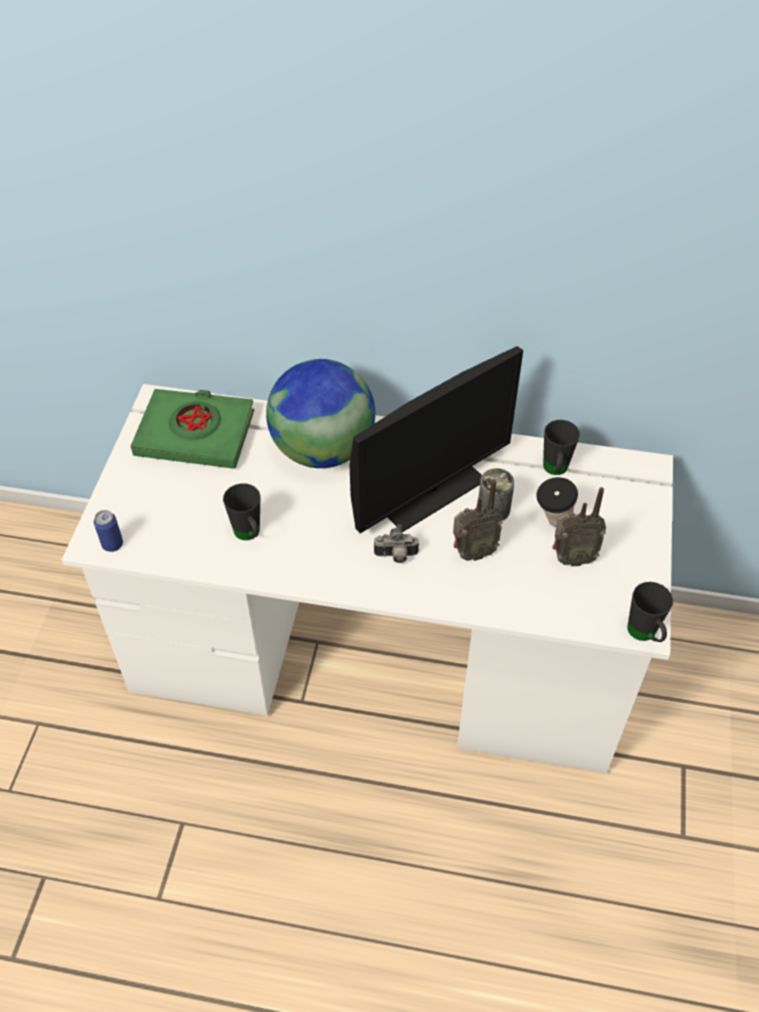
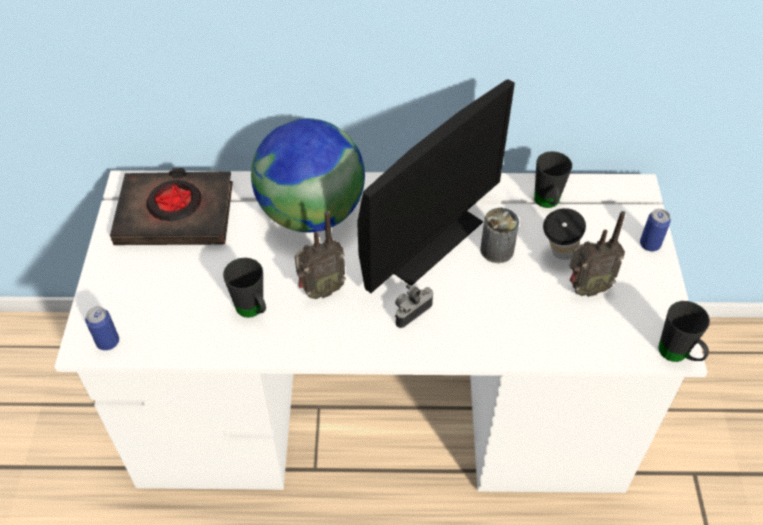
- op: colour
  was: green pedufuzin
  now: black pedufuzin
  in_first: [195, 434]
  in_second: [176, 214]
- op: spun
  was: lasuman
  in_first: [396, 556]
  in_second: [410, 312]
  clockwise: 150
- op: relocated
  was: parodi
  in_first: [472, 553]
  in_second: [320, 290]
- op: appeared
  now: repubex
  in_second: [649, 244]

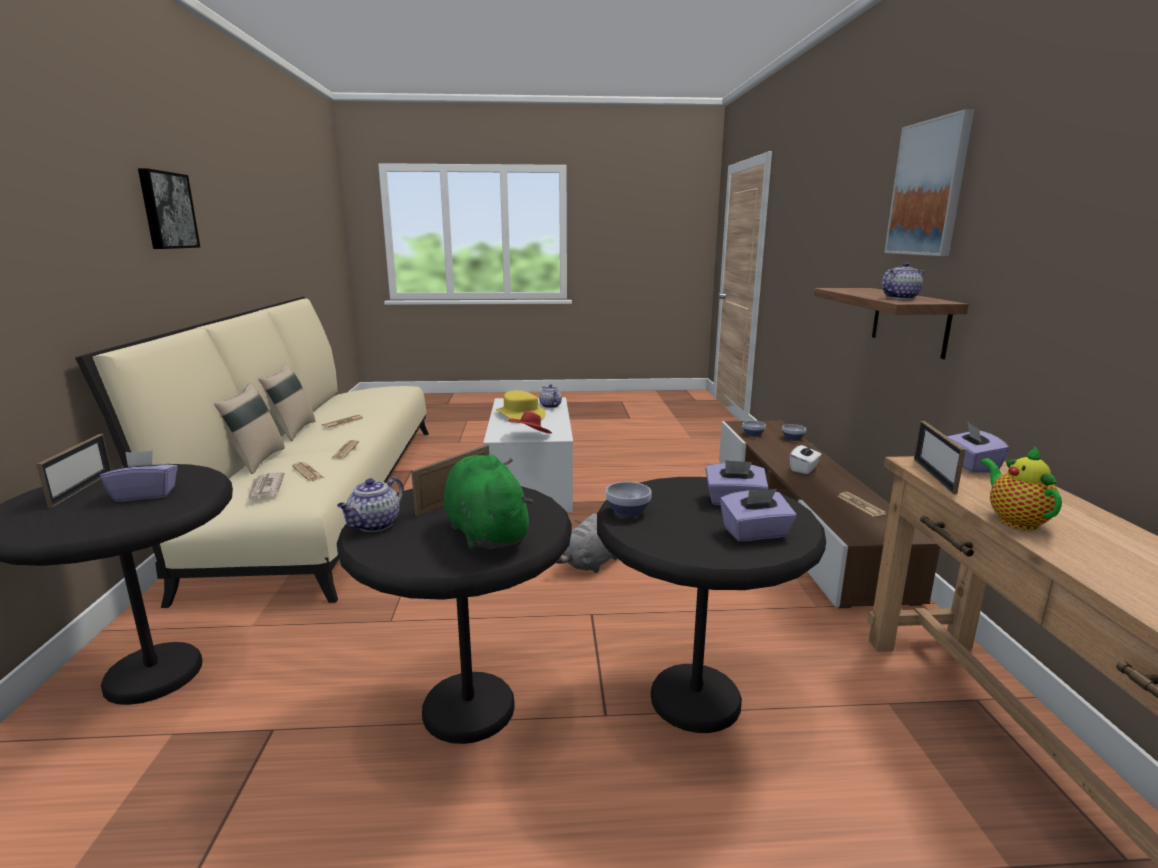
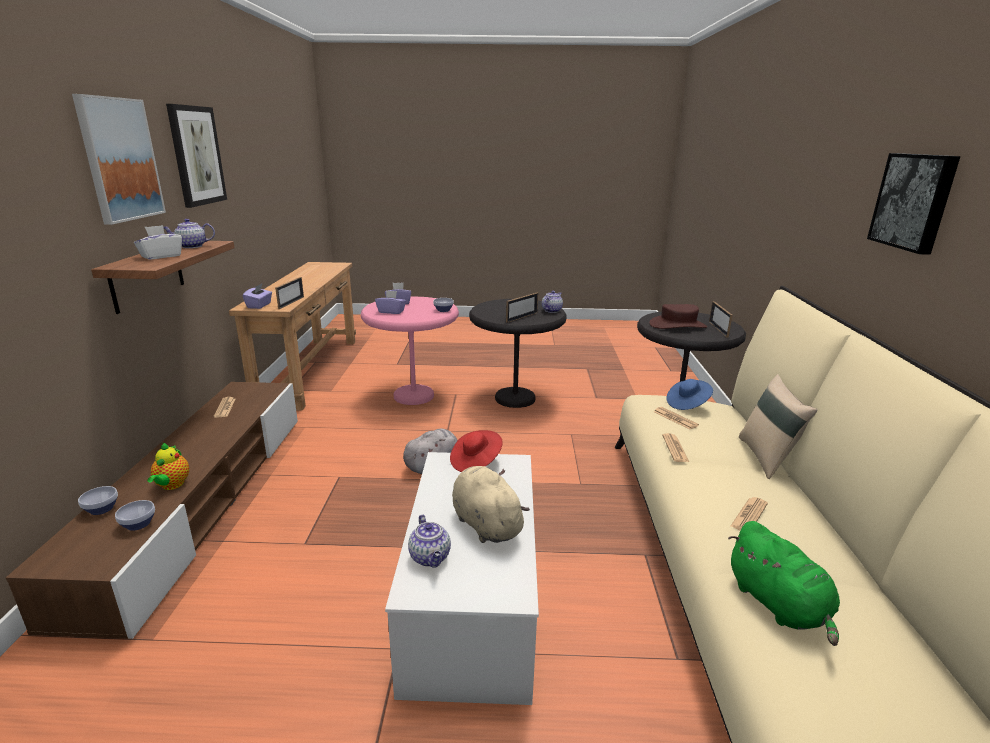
- op: exchanged
  was: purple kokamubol
  now: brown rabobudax
  in_first: [145, 494]
  in_second: [677, 325]
- op: exchanged
  was: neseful
  now: blue rabobudax
  in_first: [265, 488]
  in_second: [687, 404]
- op: missing
  was: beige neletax
  in_first: [291, 431]
- op: relocated
  was: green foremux
  in_first: [485, 532]
  in_second: [779, 605]
- op: exchanged
  was: yellow rabobudax
  now: beige foremux
  in_first: [521, 415]
  in_second: [485, 523]
- op: colour
  was: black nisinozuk
  now: pink nisinozuk
  in_first: [695, 699]
  in_second: [413, 396]
- op: relocated
  was: white kokamubol
  in_first: [804, 469]
  in_second: [161, 256]
- op: relocated
  was: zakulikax
  in_first: [1014, 520]
  in_second: [172, 485]
- op: appeared
  now: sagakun
  in_second: [196, 156]

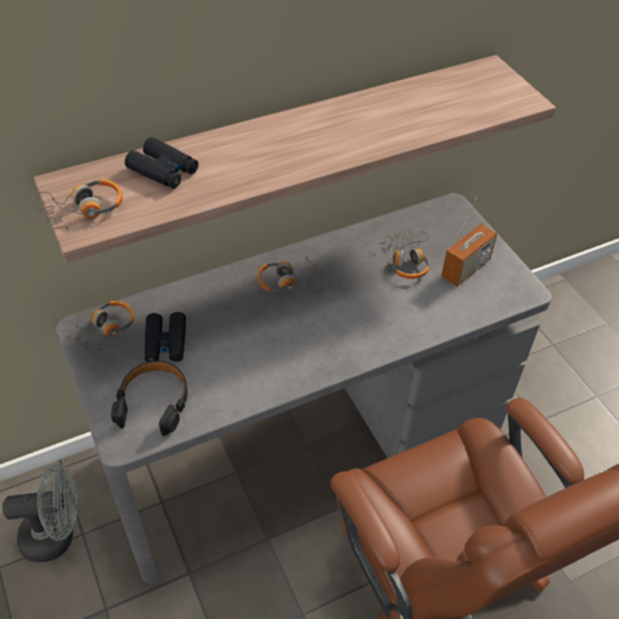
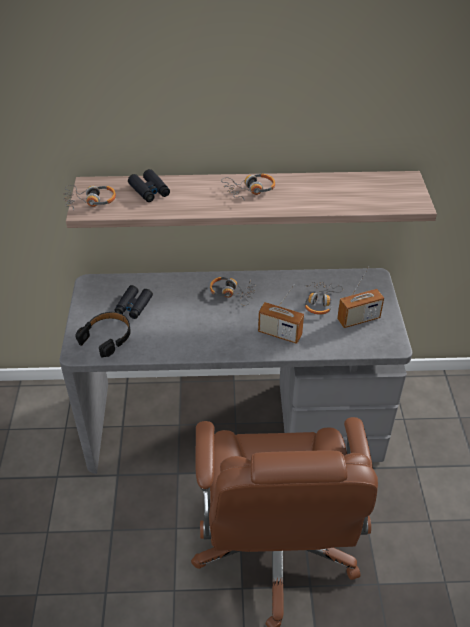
- op: missing
  was: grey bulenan
  in_first: [56, 535]
- op: relocated
  was: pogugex
  in_first: [102, 330]
  in_second: [249, 190]
- op: appeared
  now: parodi
  in_second: [280, 333]

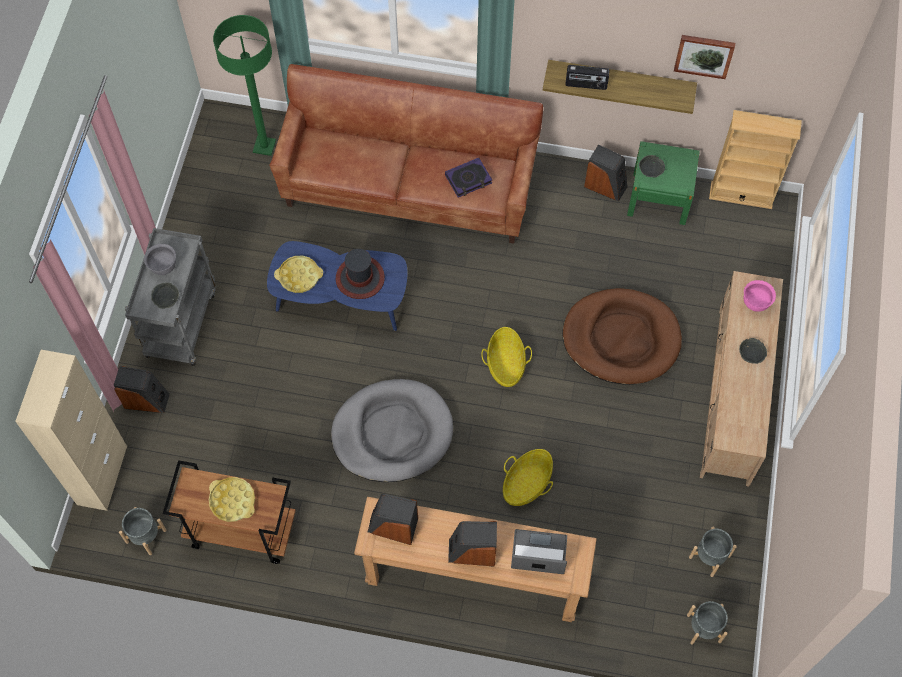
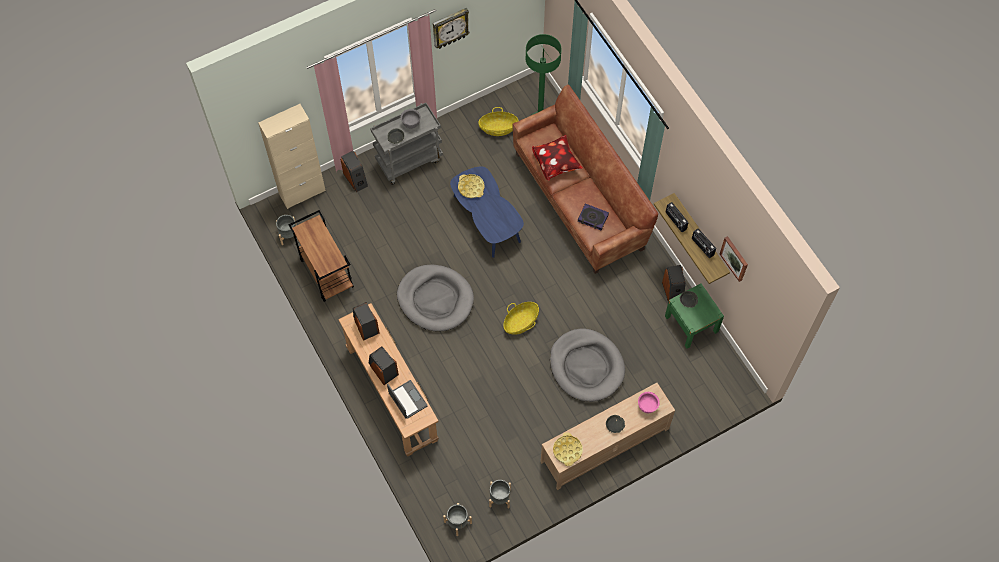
- op: relocated
  was: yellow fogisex
  in_first: [232, 501]
  in_second: [567, 450]
- op: missing
  was: rabobudax
  in_first: [360, 278]
- op: relocated
  was: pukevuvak
  in_first: [527, 483]
  in_second: [498, 128]
- op: colour
  was: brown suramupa
  now: grey suramupa
  in_first: [621, 339]
  in_second: [586, 366]
- op: missing
  was: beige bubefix
  in_first: [741, 195]
- op: appeared
  now: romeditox
  in_second: [450, 28]
- op: appeared
  now: neletax
  in_second: [556, 163]
- op: appeared
  now: parodi
  in_second: [702, 247]

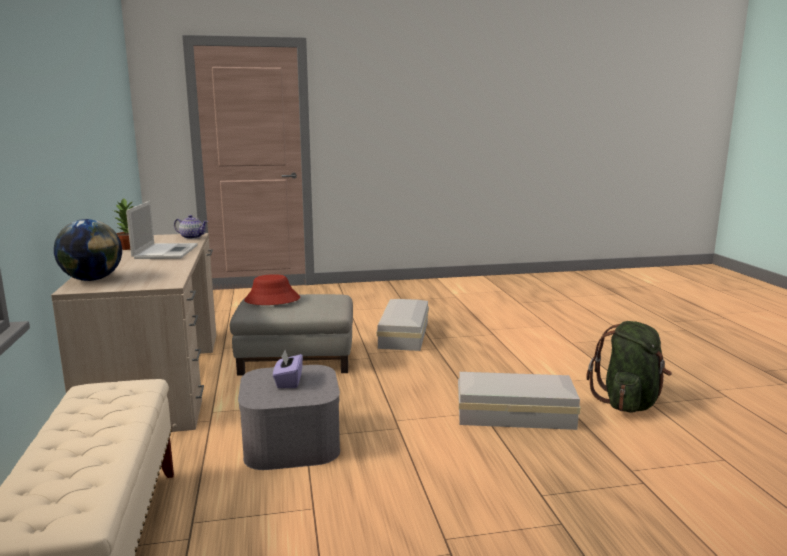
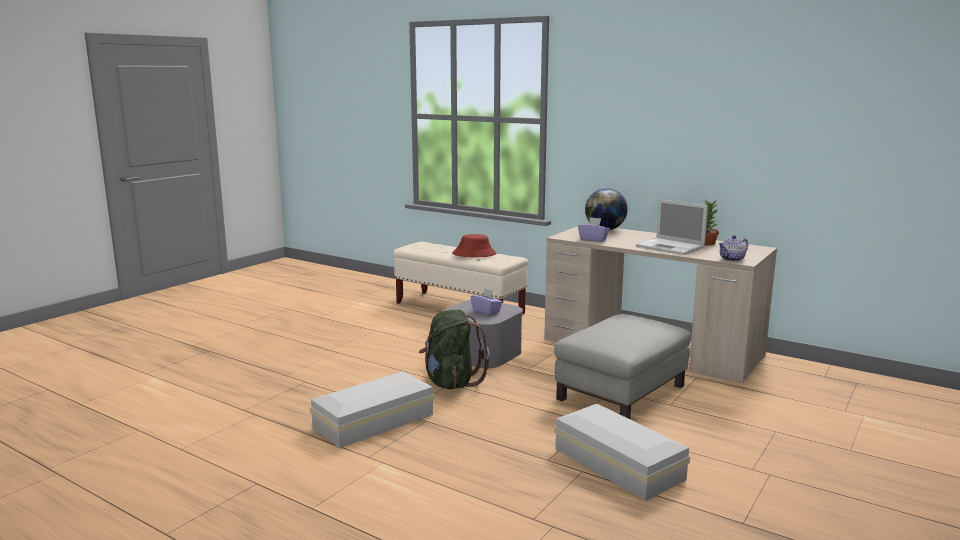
- op: relocated
  was: red rabobudax
  in_first: [272, 300]
  in_second: [474, 254]
- op: relocated
  was: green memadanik
  in_first: [628, 403]
  in_second: [451, 383]
- op: appeared
  now: purple kokamubol
  in_second: [593, 239]

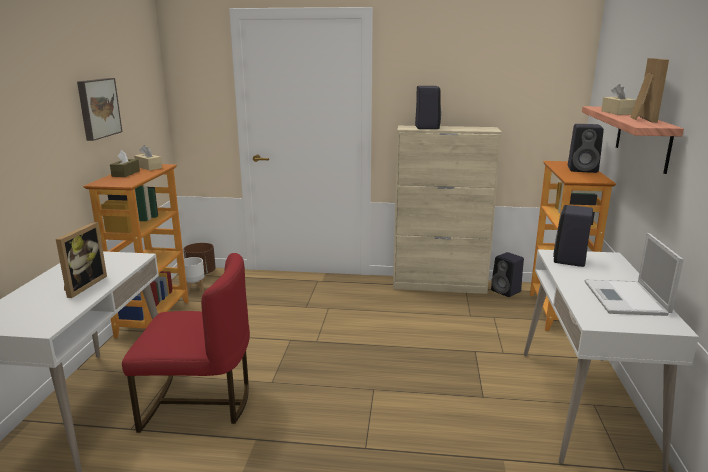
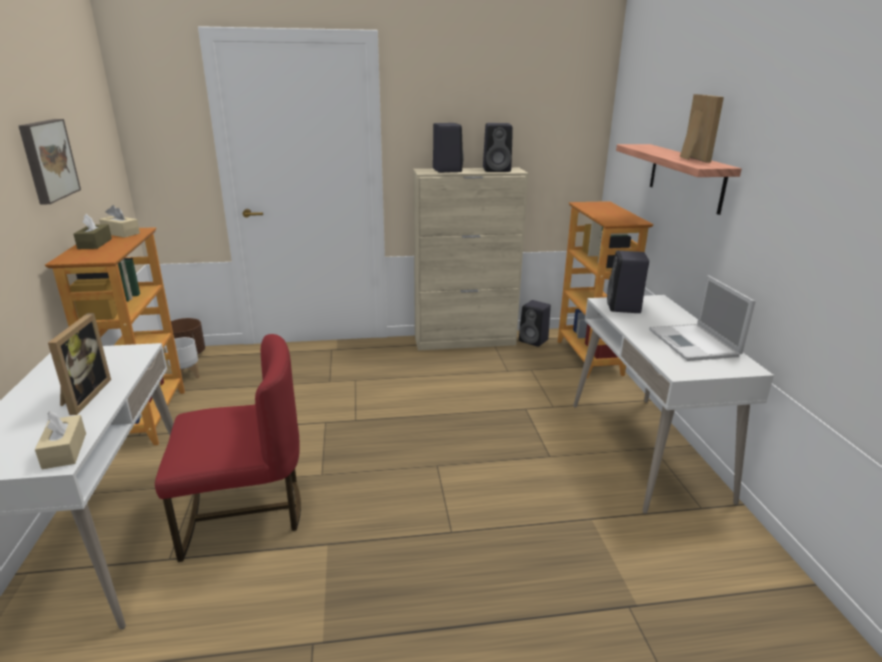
- op: relocated
  was: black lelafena
  in_first: [583, 169]
  in_second: [497, 170]
- op: relocated
  was: beige kokamubol
  in_first: [617, 112]
  in_second: [64, 451]

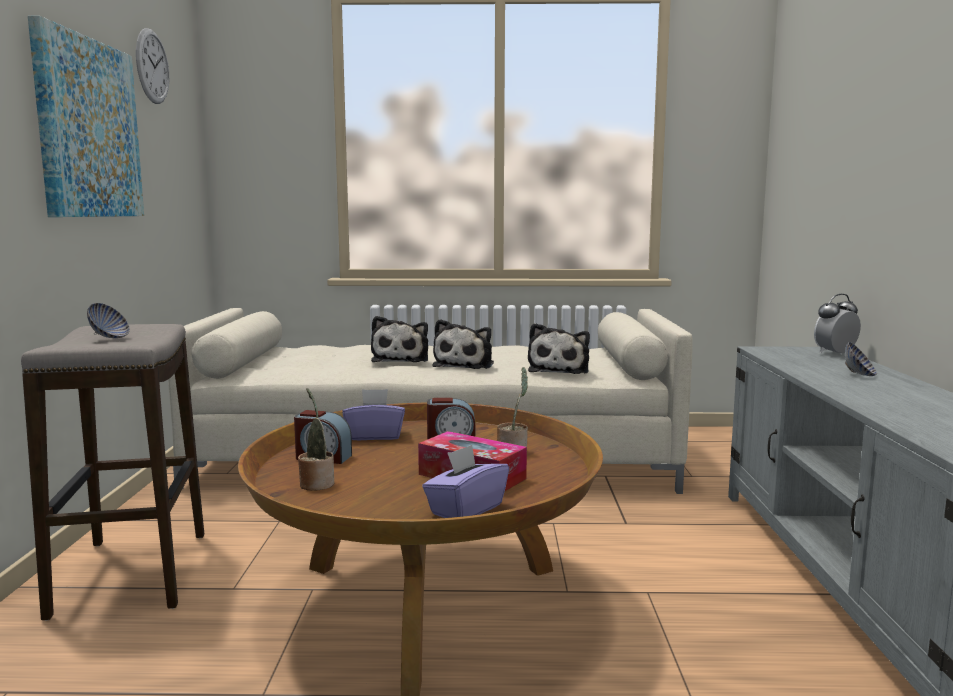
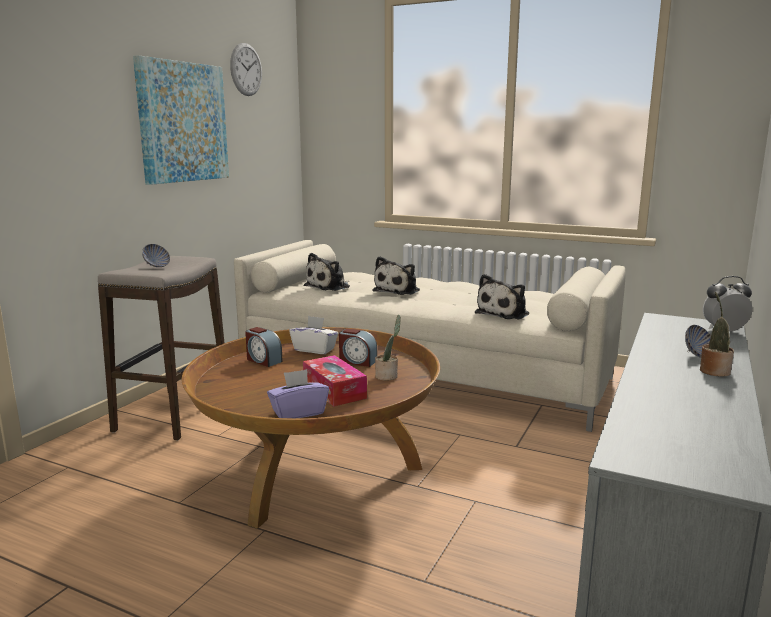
- op: relocated
  was: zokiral
  in_first: [316, 483]
  in_second: [713, 370]
- op: colour
  was: purple kokamubol
  now: white kokamubol
  in_first: [375, 436]
  in_second: [314, 349]
- op: relocated
  was: foremux
  in_first: [465, 365]
  in_second: [329, 286]

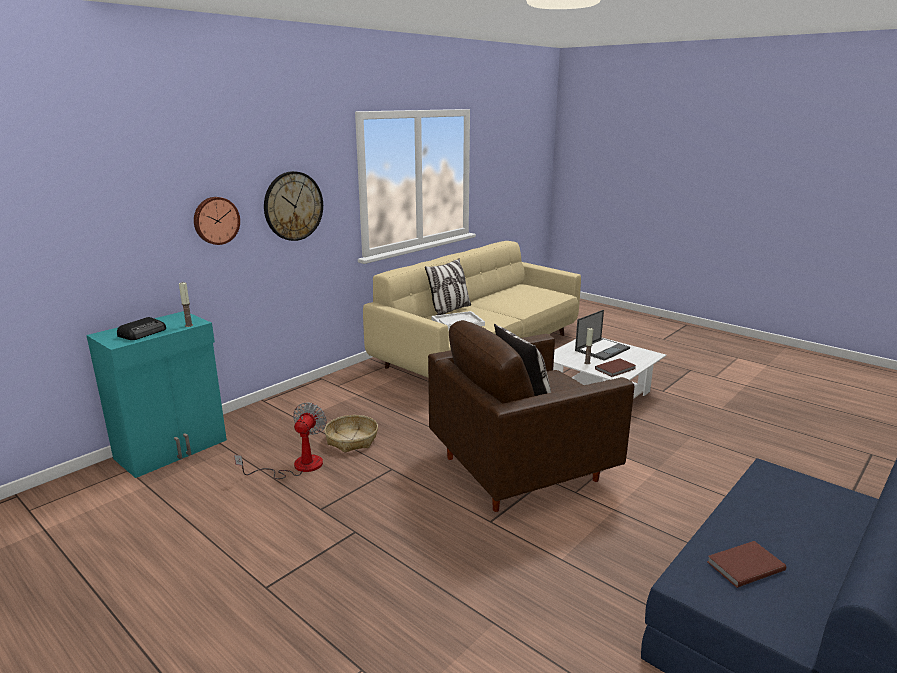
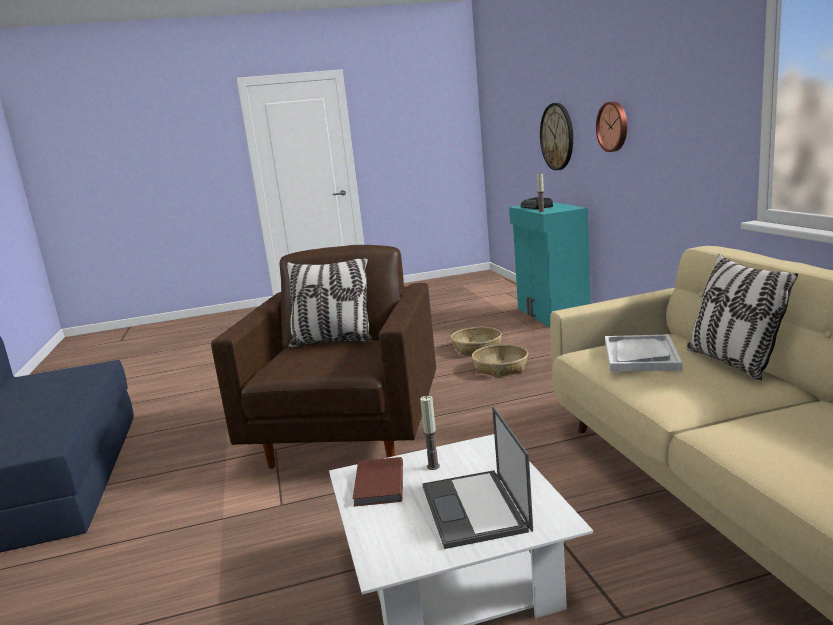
- op: exchanged
  was: bulenan
  now: pukevuvak
  in_first: [297, 466]
  in_second: [477, 348]
- op: relocated
  was: romeditox
  in_first: [293, 206]
  in_second: [557, 136]
- op: missing
  was: brown pedufuzin
  in_first: [743, 565]

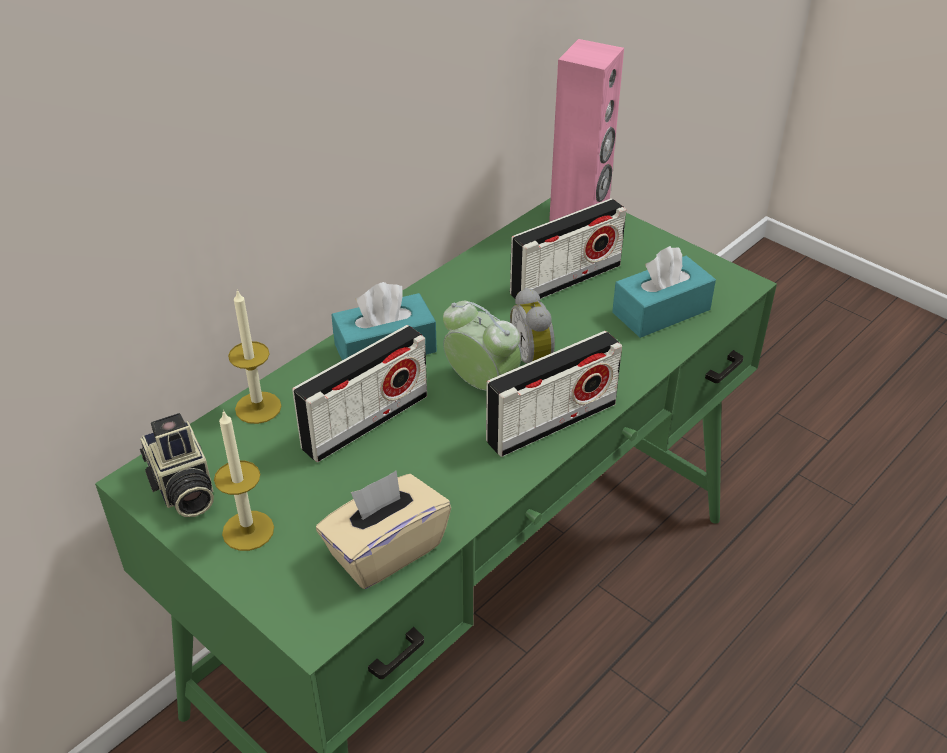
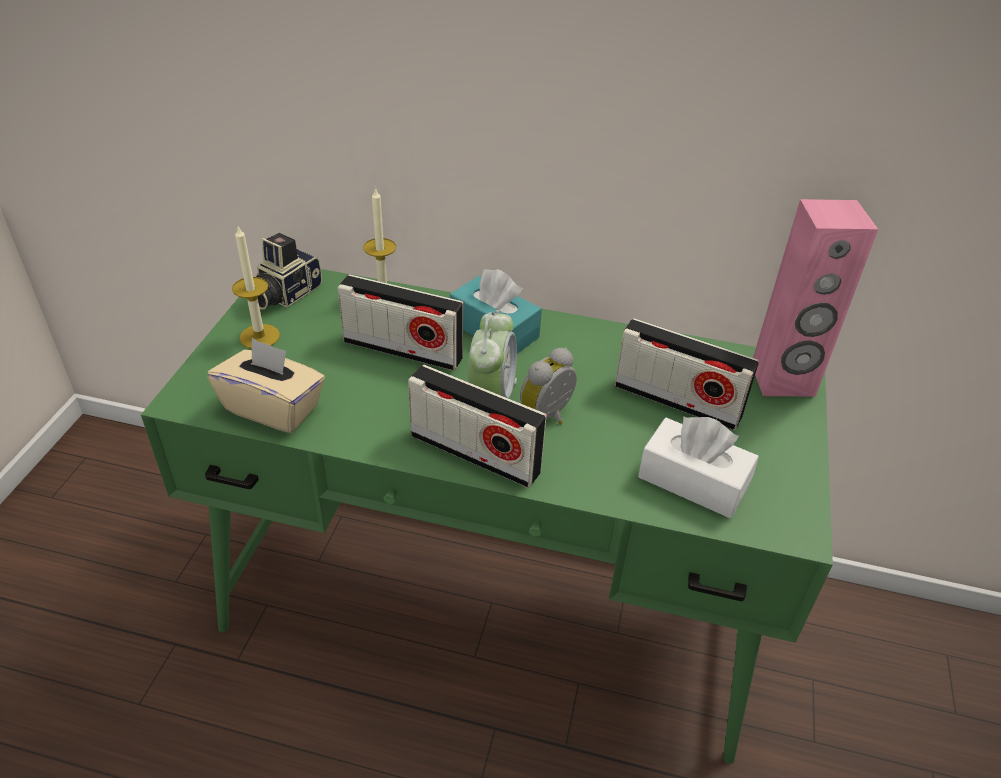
- op: colour
  was: turquoise kokamubol
  now: white kokamubol
  in_first: [661, 311]
  in_second: [693, 481]

